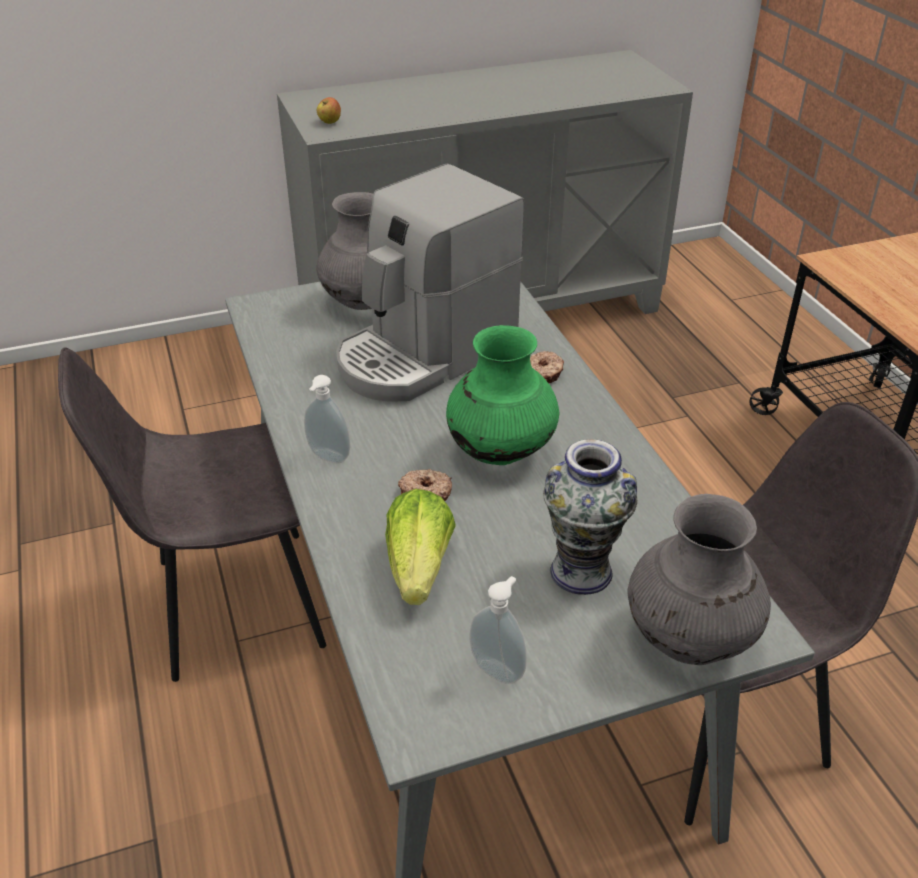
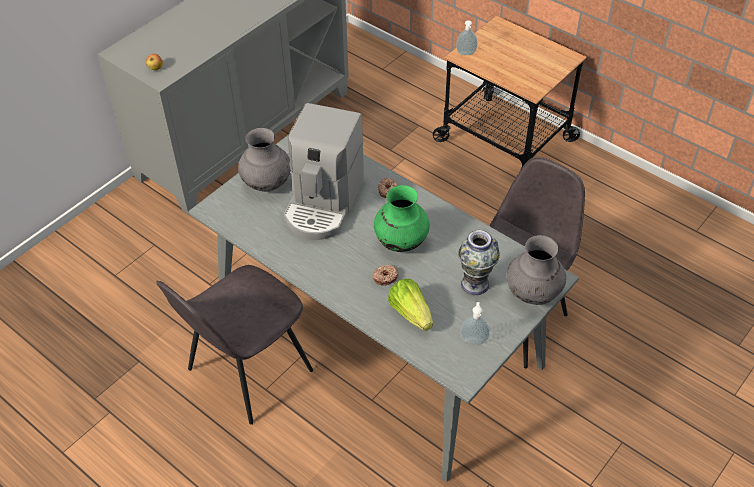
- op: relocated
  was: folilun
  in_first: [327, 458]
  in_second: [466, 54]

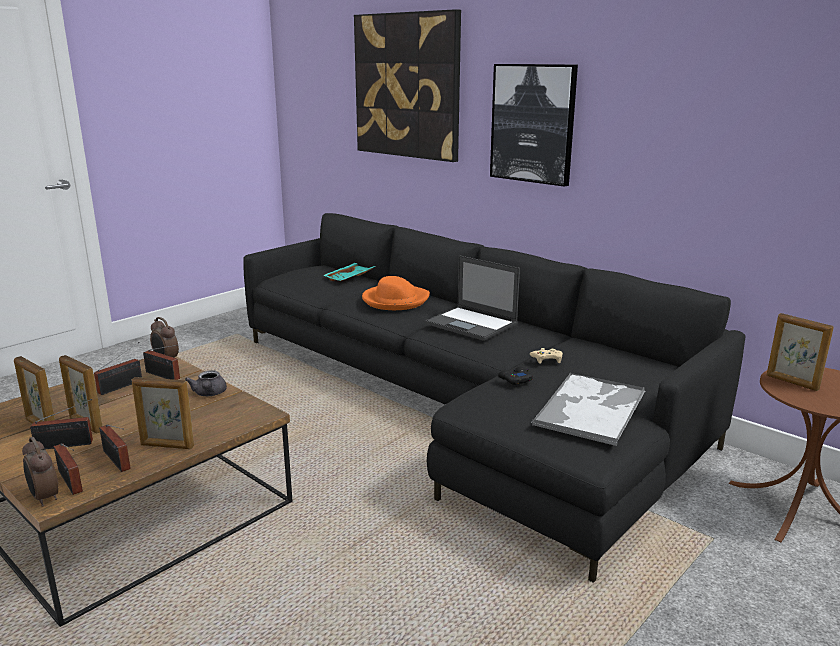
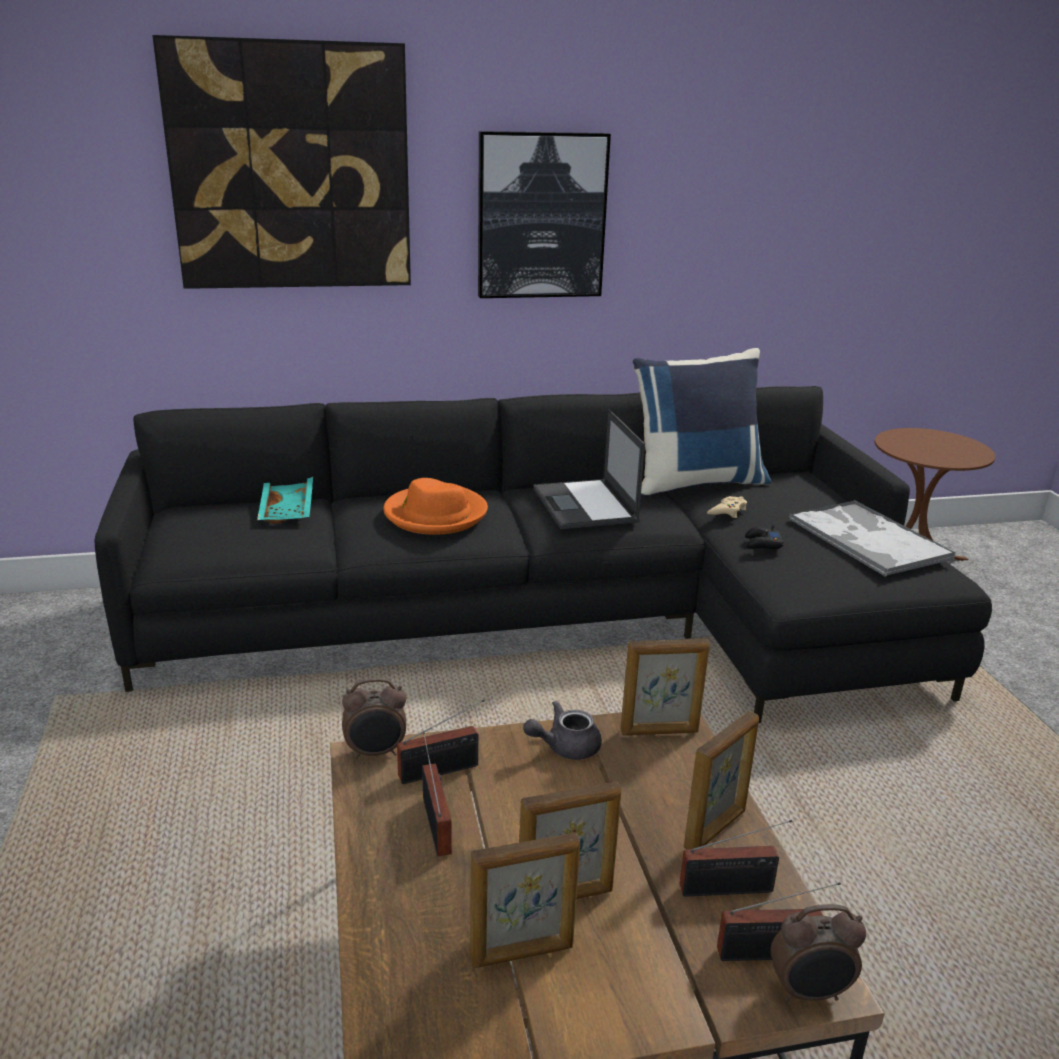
- op: missing
  was: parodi
  in_first: [67, 445]
- op: spun
  was: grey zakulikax
  in_first: [209, 394]
  in_second: [565, 747]
  clockwise: 135
- op: spun
  was: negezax
  in_first: [472, 324]
  in_second: [585, 505]
  clockwise: 90
- op: relocated
  was: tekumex
  in_first: [792, 382]
  in_second: [660, 732]
- op: appeared
  now: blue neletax
  in_second: [695, 482]

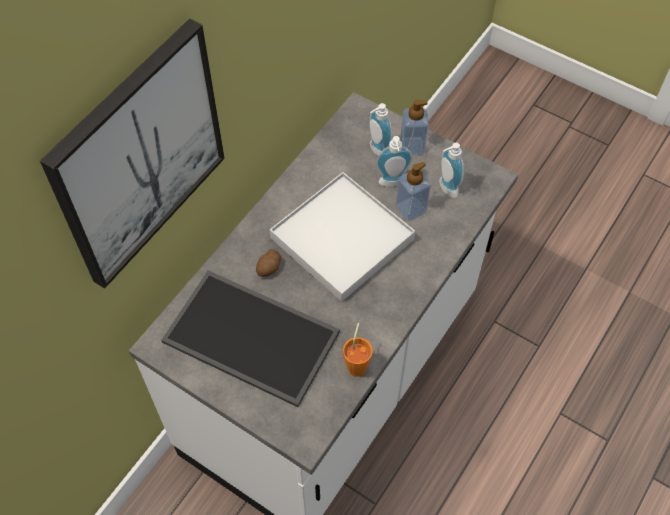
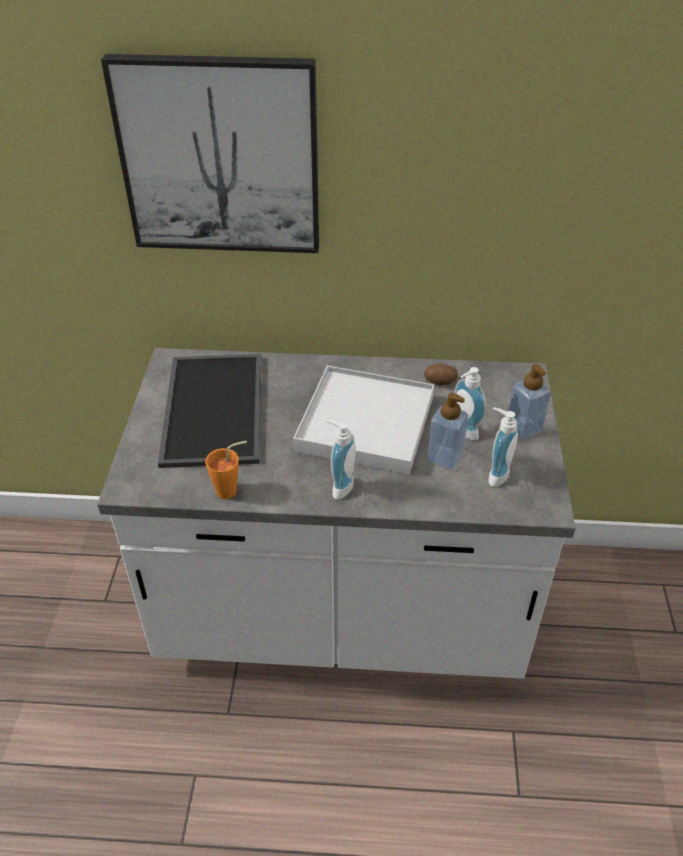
- op: relocated
  was: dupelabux
  in_first: [269, 268]
  in_second: [440, 382]
- op: relocated
  was: folilun
  in_first: [376, 151]
  in_second: [339, 486]

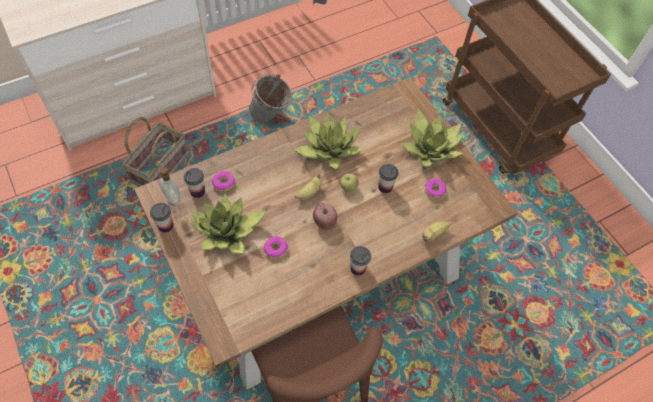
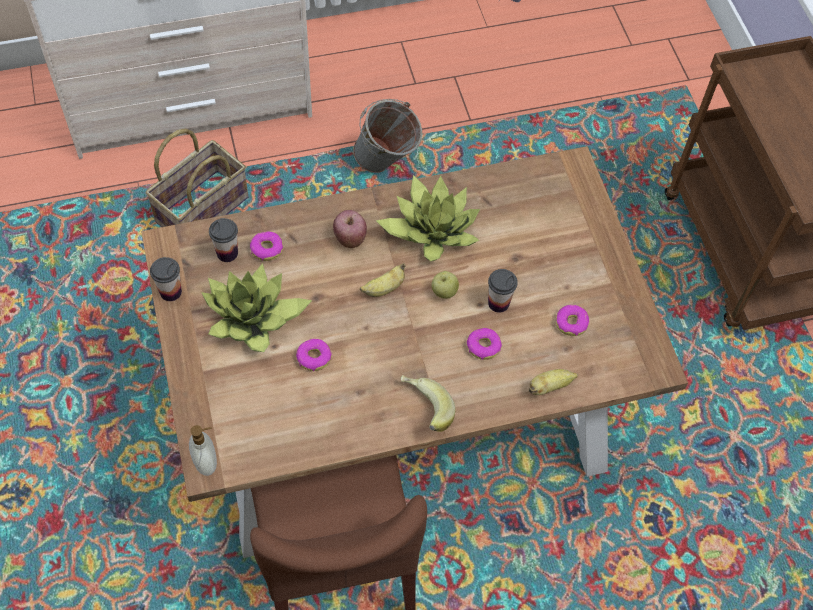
- op: relocated
  was: folilun
  in_first: [173, 196]
  in_second: [207, 462]
- op: relocated
  was: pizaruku
  in_first: [324, 222]
  in_second: [350, 238]
- op: exchanged
  was: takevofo
  now: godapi
  in_first: [358, 268]
  in_second: [423, 410]
- op: missing
  was: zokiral
  in_first: [430, 147]
- op: appeared
  now: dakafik
  in_second: [483, 346]

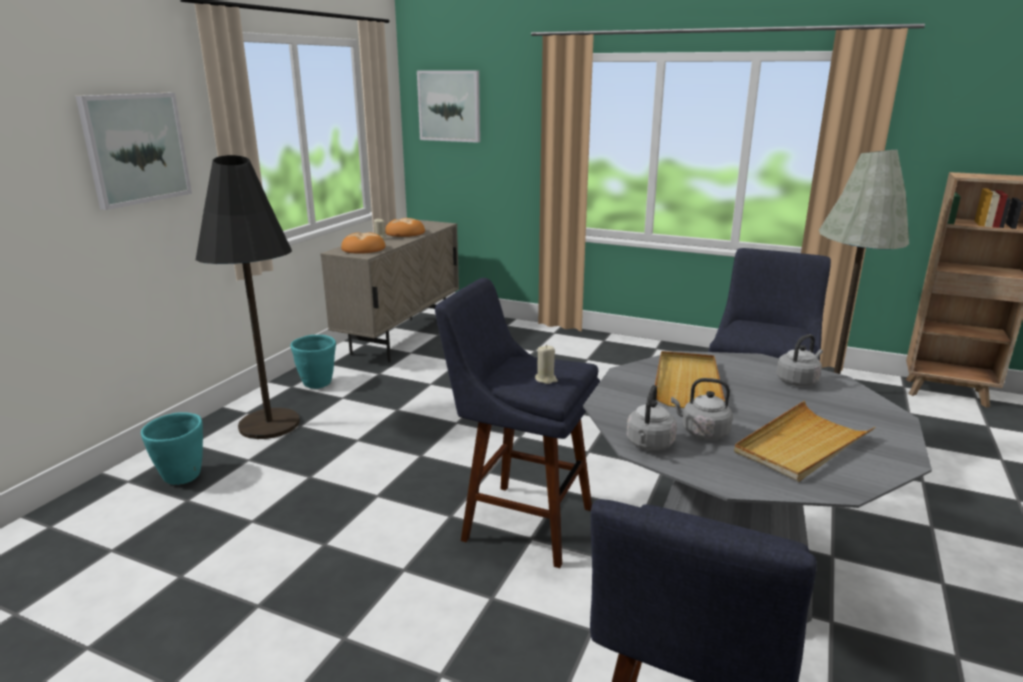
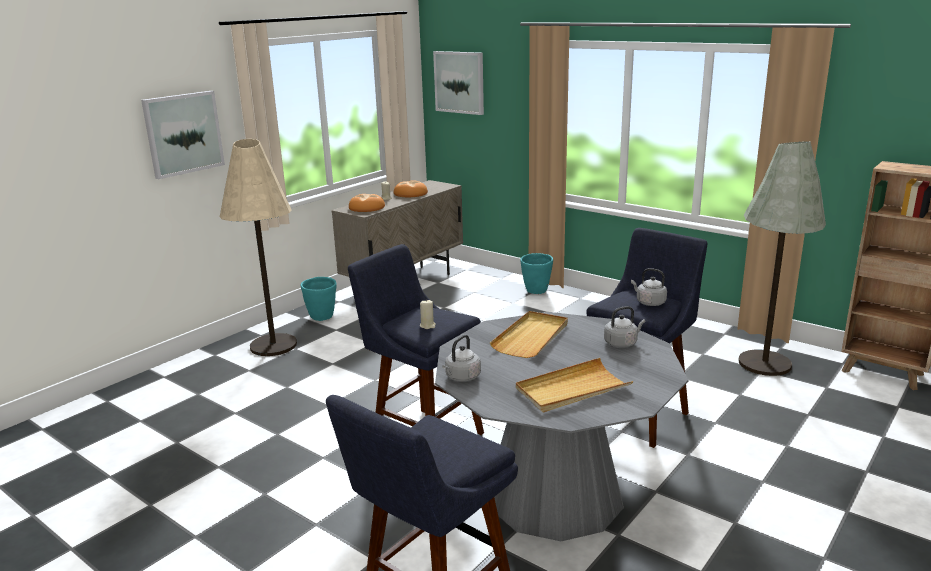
- op: relocated
  was: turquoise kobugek
  in_first: [182, 477]
  in_second: [536, 291]
- op: colour
  was: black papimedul
  now: beige papimedul
  in_first: [269, 424]
  in_second: [273, 345]
- op: relocated
  was: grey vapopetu
  in_first: [702, 432]
  in_second: [649, 302]

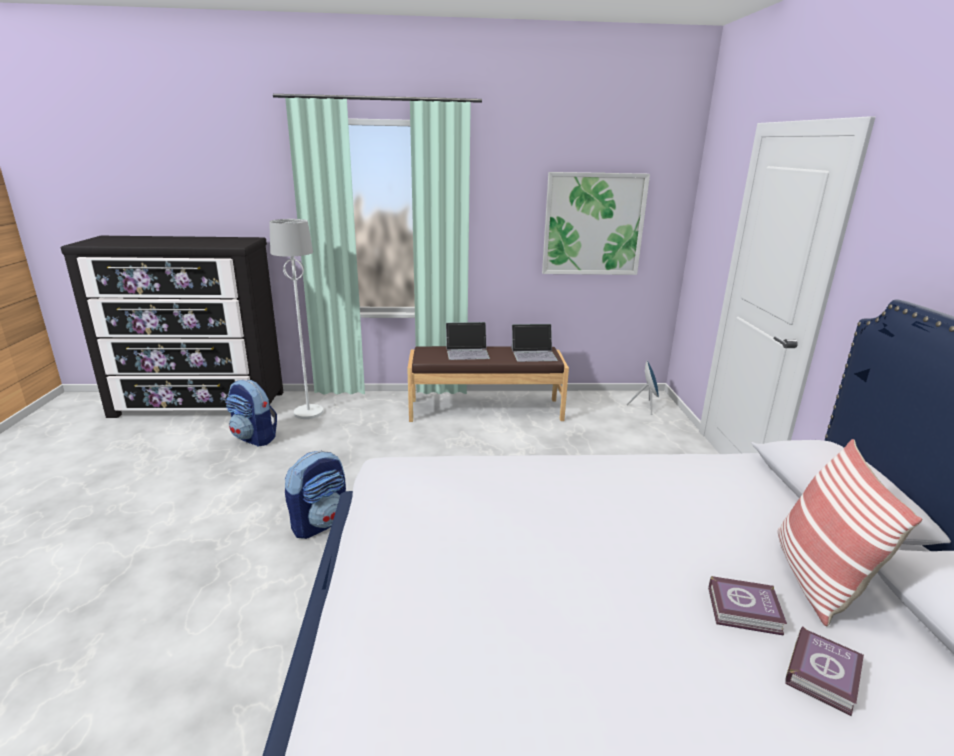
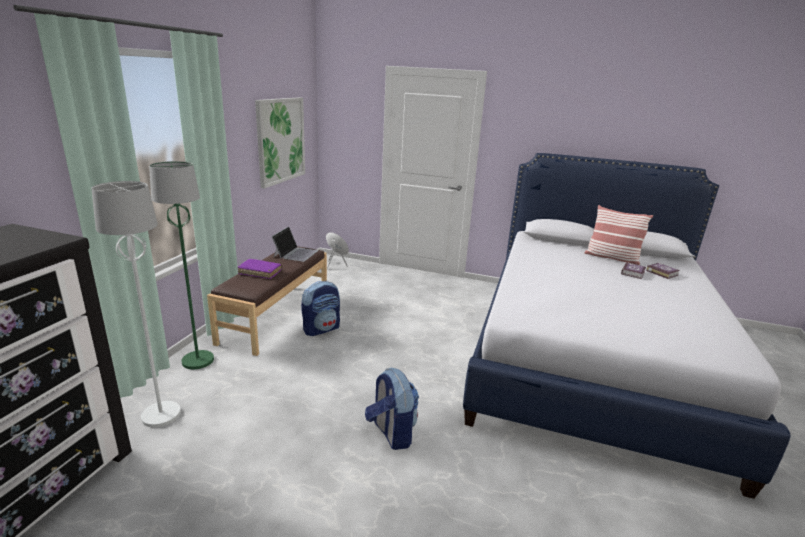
- op: relocated
  was: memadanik
  in_first: [255, 438]
  in_second: [321, 329]
- op: exchanged
  was: negezax
  now: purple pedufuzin
  in_first: [467, 352]
  in_second: [260, 272]
- op: appeared
  now: green papimedul
  in_second: [197, 360]

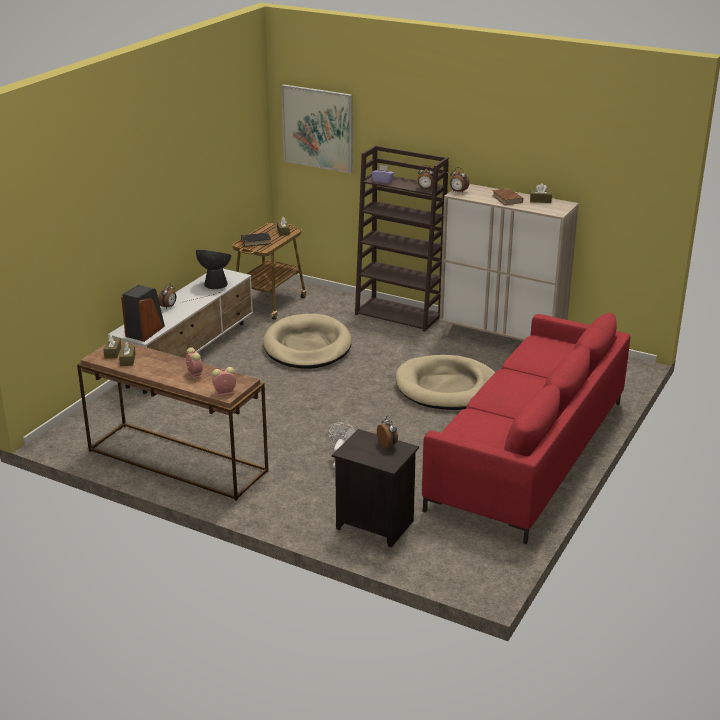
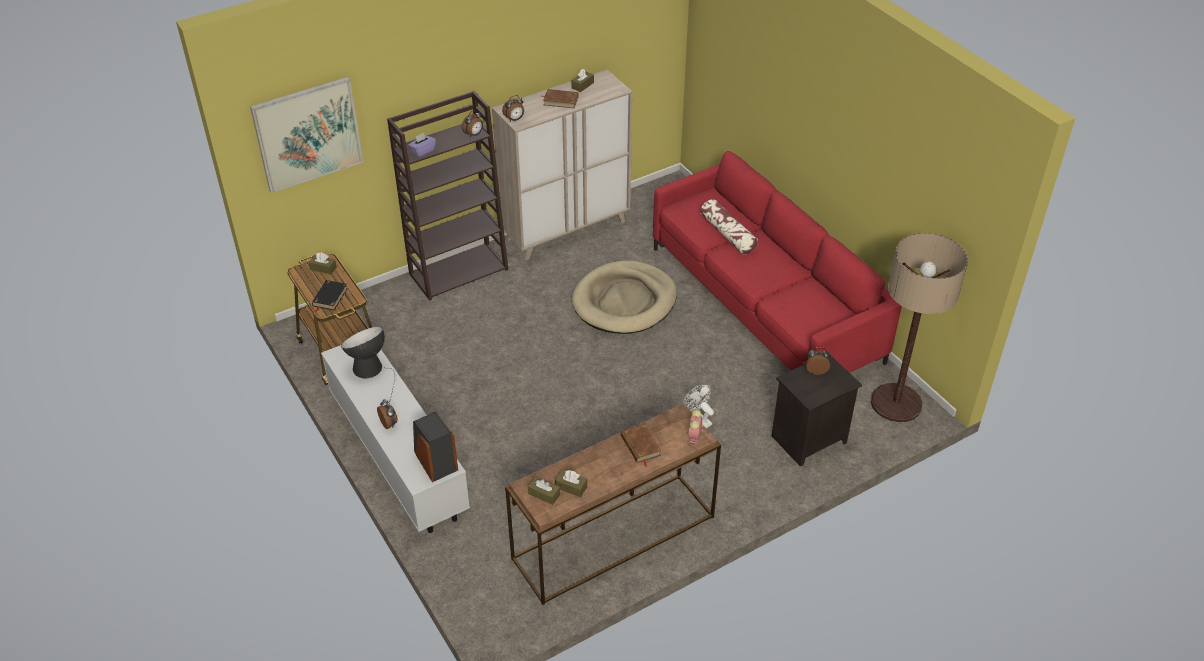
- op: exchanged
  was: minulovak
  now: brown pedufuzin
  in_first: [194, 374]
  in_second: [640, 446]
- op: missing
  was: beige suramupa
  in_first: [307, 346]
- op: appeared
  now: neletax
  in_second: [728, 234]
- op: appeared
  now: papimedul
  in_second: [896, 403]

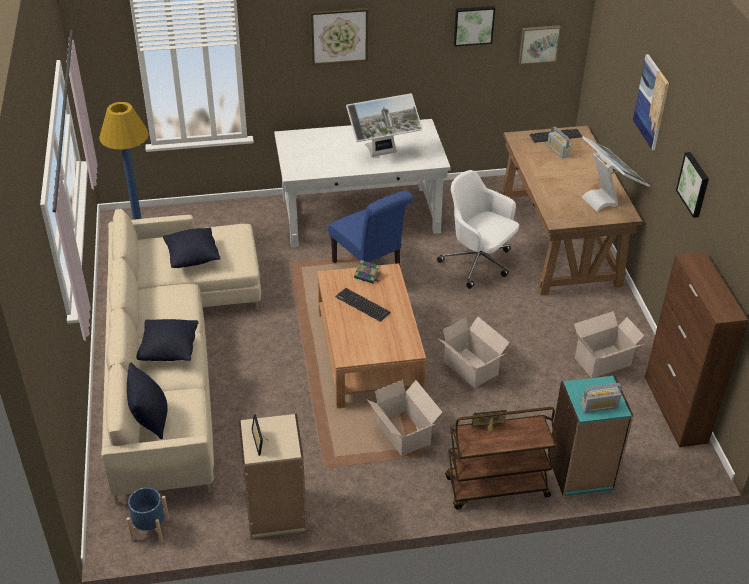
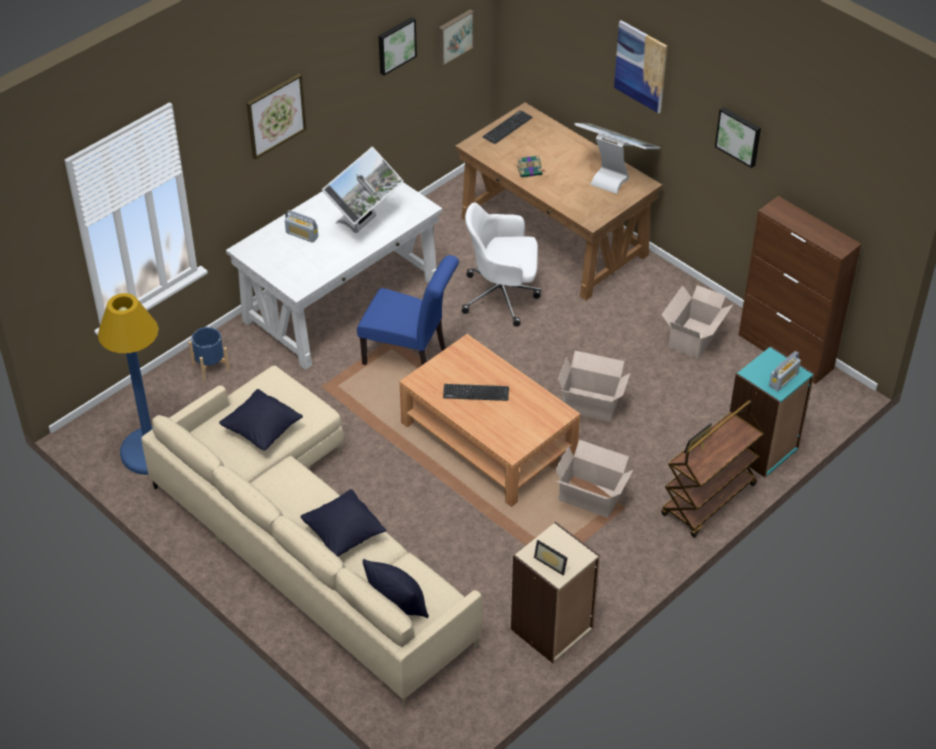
- op: relocated
  was: blue kobugek
  in_first: [150, 528]
  in_second: [210, 366]
- op: relocated
  was: pedufuzin
  in_first: [368, 276]
  in_second: [530, 170]
- op: relocated
  was: parodi
  in_first: [558, 151]
  in_second: [302, 235]

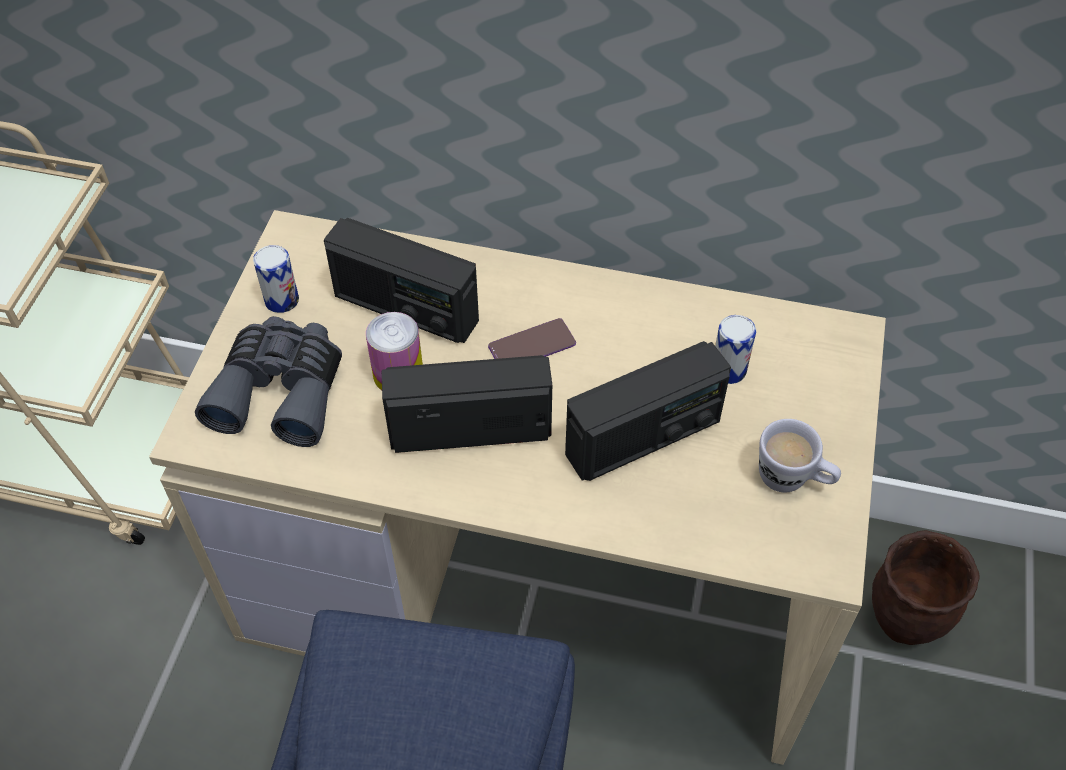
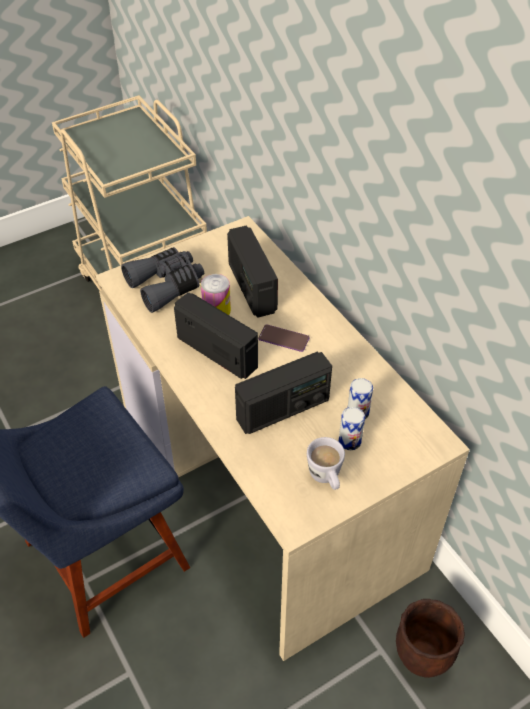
- op: relocated
  was: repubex
  in_first: [281, 300]
  in_second: [349, 441]
- op: spun
  was: parodi
  in_first: [643, 437]
  in_second: [283, 409]
  clockwise: -45

